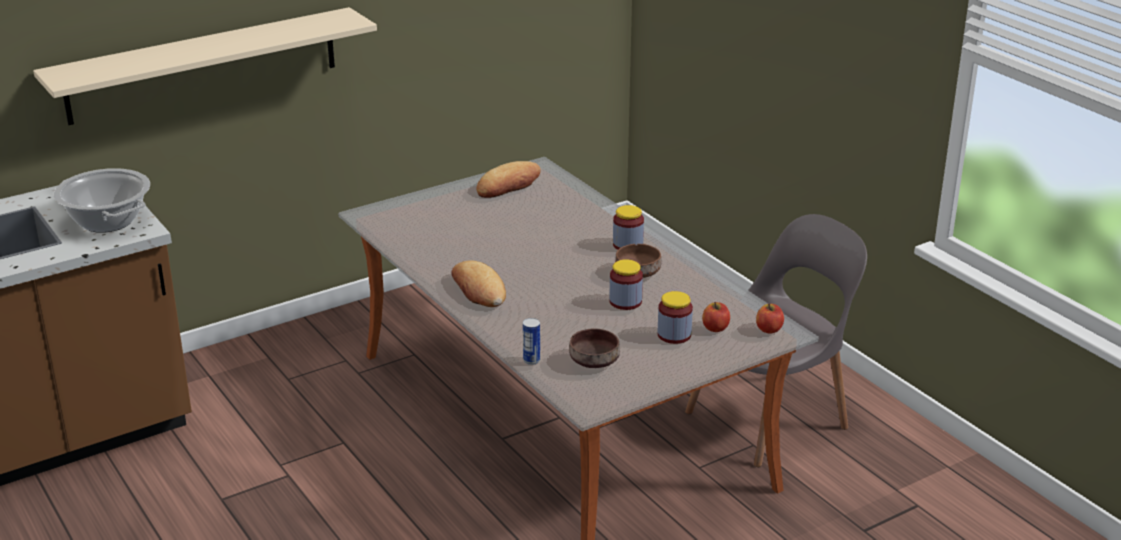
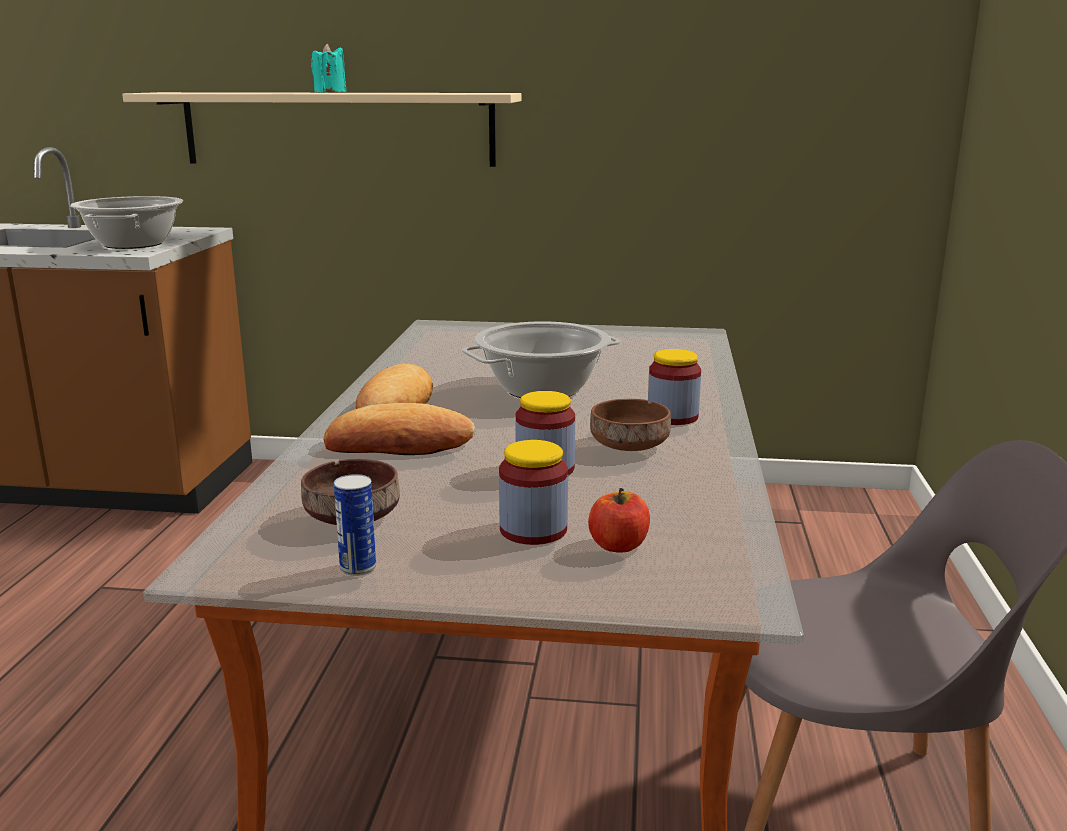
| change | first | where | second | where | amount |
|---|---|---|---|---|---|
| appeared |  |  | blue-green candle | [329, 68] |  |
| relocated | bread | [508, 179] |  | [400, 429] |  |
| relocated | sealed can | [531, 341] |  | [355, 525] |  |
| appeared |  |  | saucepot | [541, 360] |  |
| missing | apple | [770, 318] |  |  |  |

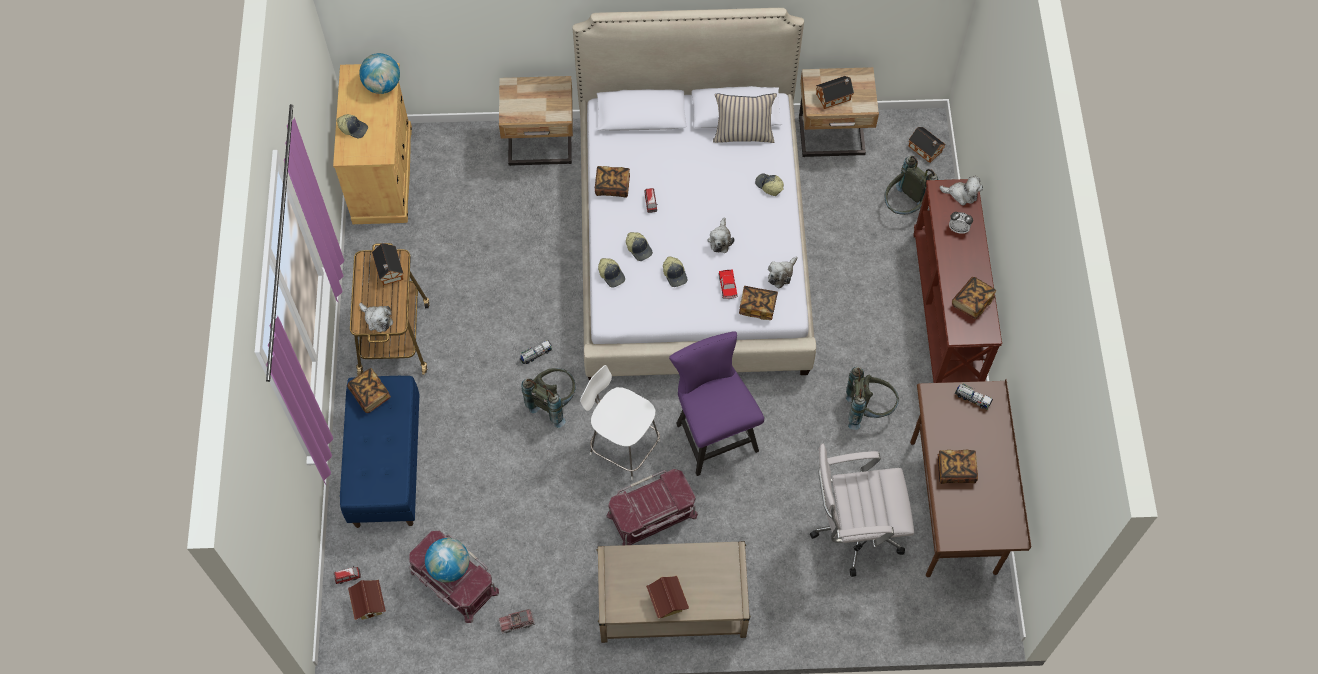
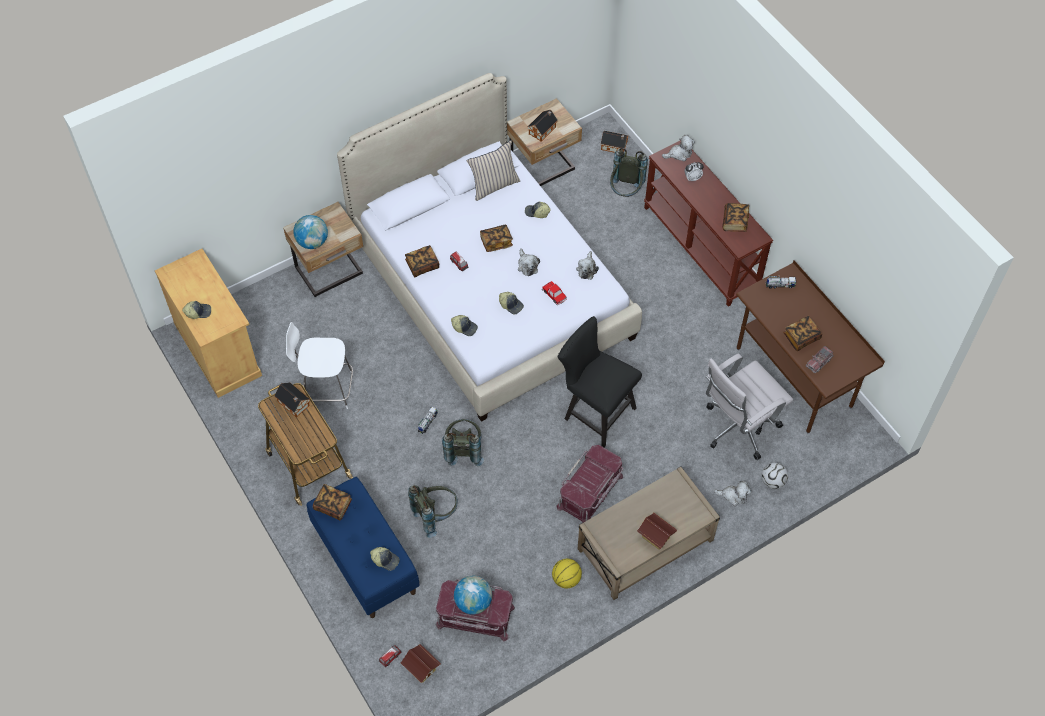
| change | first | where | second | where | amount |
|---|---|---|---|---|---|
| relocated | white-coloured plain chair | [620, 422] |  | [319, 365] |  |
| relocated | globe | [379, 73] |  | [310, 232] |  |
| relocated | cap | [639, 246] |  | [384, 559] |  |
| relocated | grey knapsack | [872, 398] |  | [433, 511] |  |
| relocated | bound book | [758, 303] |  | [496, 238] |  |
| appeared |  |  | ball for basketball | [567, 573] |  |
| colour | purplish plain chair | [716, 403] | black-coloured plain chair | [600, 381] |  |
| relocated | soft toy | [376, 317] |  | [732, 493] |  |
| appeared |  |  | ball for football | [775, 476] |  |
| relocated | toy truck | [516, 621] |  | [820, 359] |  |

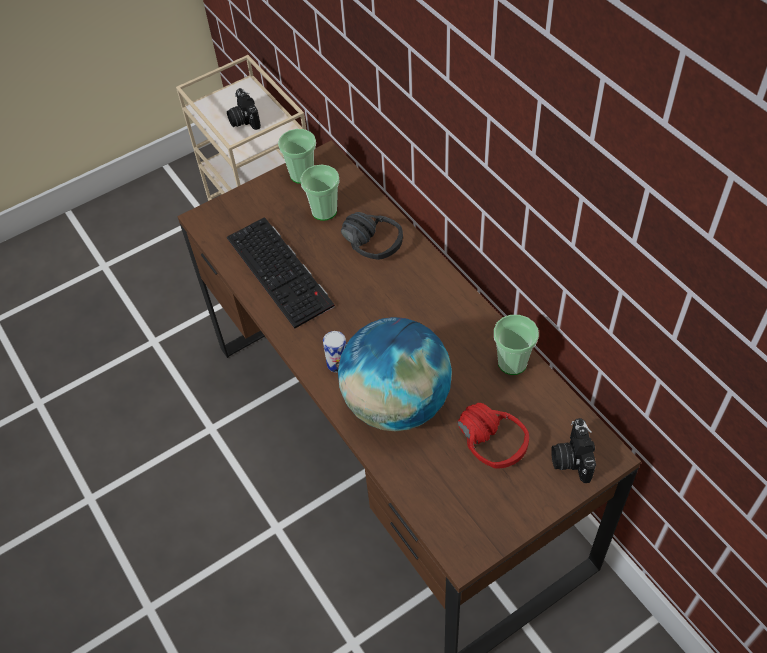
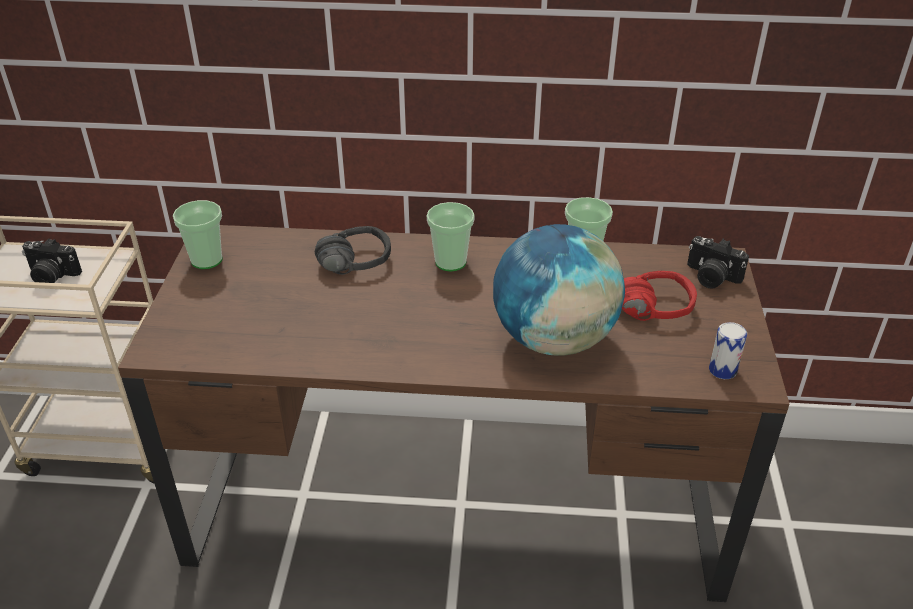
| change | first | where | second | where | amount |
|---|---|---|---|---|---|
| relocated | drinking cup | [320, 193] |  | [451, 237] |  |
| relocated | sealed can | [334, 352] |  | [728, 350] |  |
| missing | computer keyboard | [281, 273] |  |  |  |

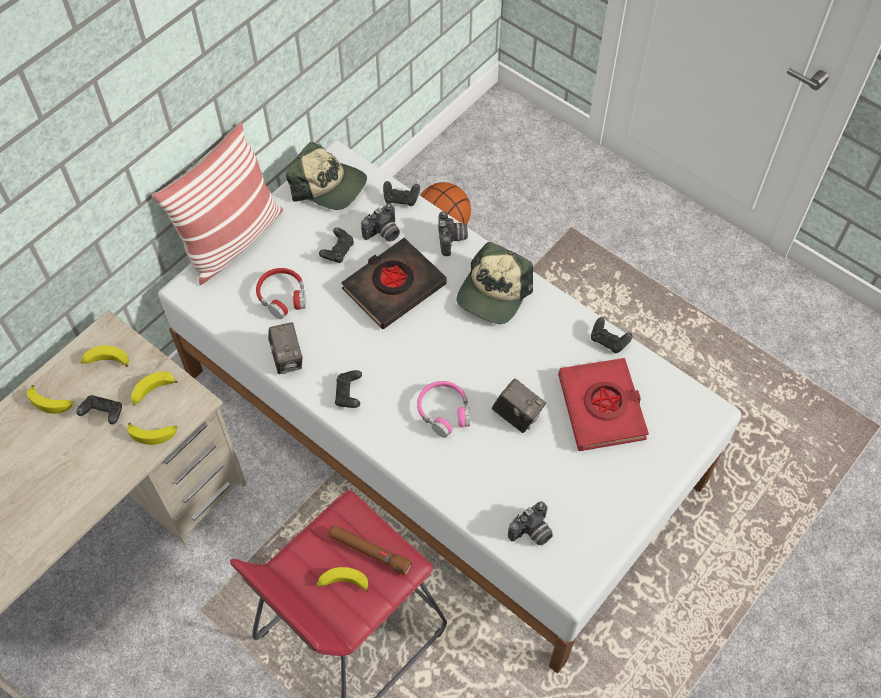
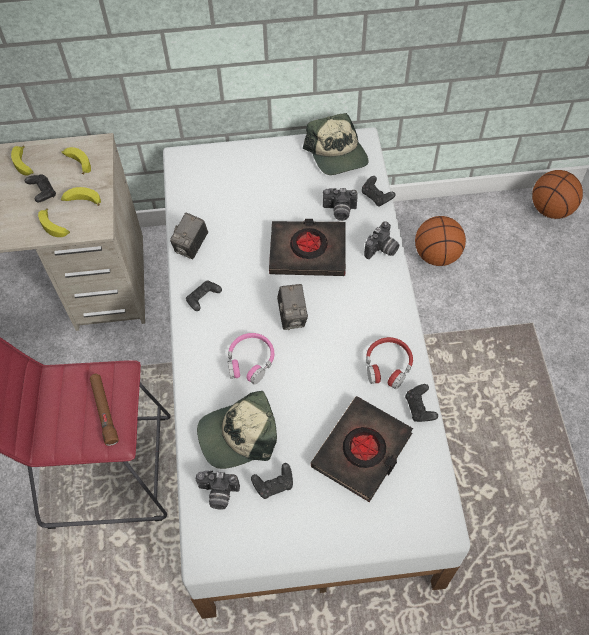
| change | first | where | second | where | amount |
|---|---|---|---|---|---|
| relocated | cap | [494, 283] |  | [237, 430] |  |
| relocated | black-coloured gamepad | [336, 245] |  | [272, 481] |  |
| relocated | photo camera | [519, 406] |  | [292, 307] |  |
| colour | reddish bound book | [603, 404] | black-coloured bound book | [362, 449] |  |
| relocated | reddish pair of headphones | [281, 293] |  | [389, 363] |  |
| appeared |  |  | ball for basketball | [557, 194] |  |
| missing | pillow | [217, 203] |  |  |  |
| missing | banana fruit | [343, 579] |  |  |  |

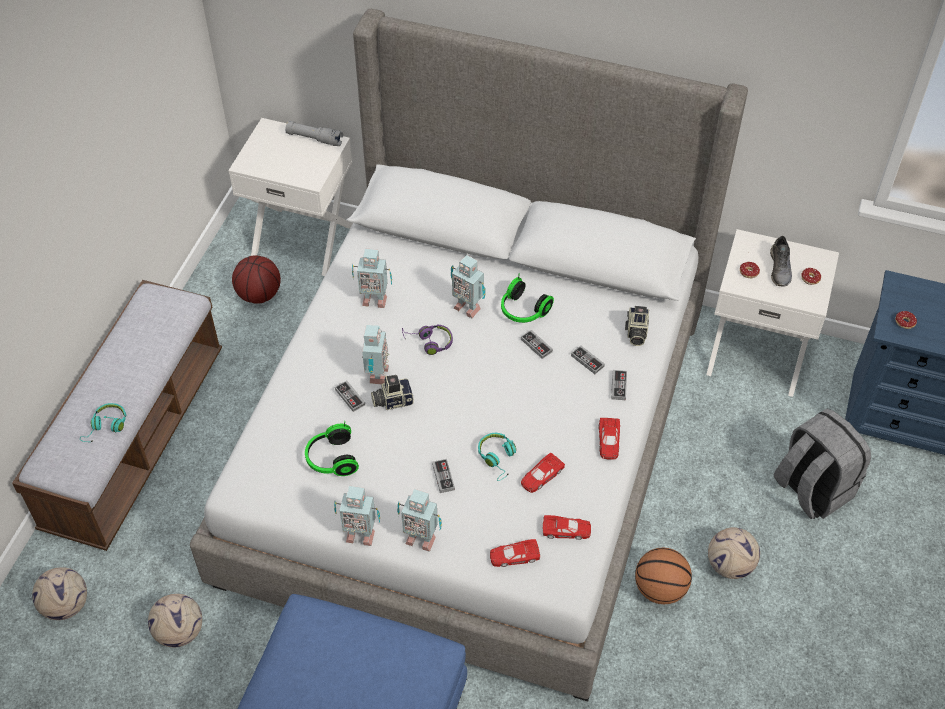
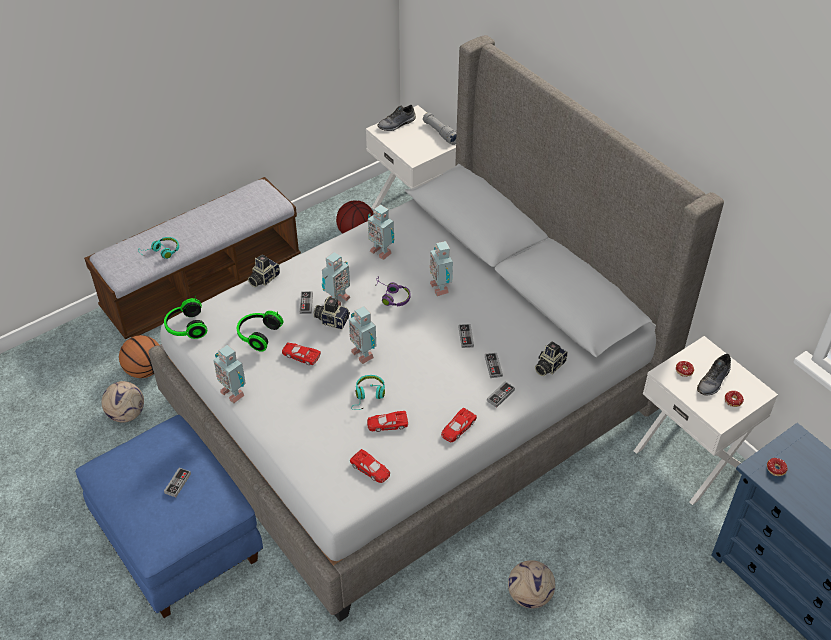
| change | first | where | second | where | amount |
|---|---|---|---|---|---|
| relocated | ball for basketball | [663, 576] |  | [139, 356] |  |
| relocated | pair of headphones | [527, 298] |  | [185, 317] |  |
| relocated | gamepad | [443, 476] |  | [177, 482] |  |
| appeared |  |  | photo camera | [264, 270] |  |
| relocated | reddish model car | [515, 553] |  | [301, 353] |  |
| relocated | robot figure | [419, 520] |  | [362, 335] |  |
| appeared |  |  | grey low shoe | [396, 118] |  |
| missing | ball for football | [59, 593] |  |  |  |
| missing | grey knapsack | [822, 464] |  |  |  |

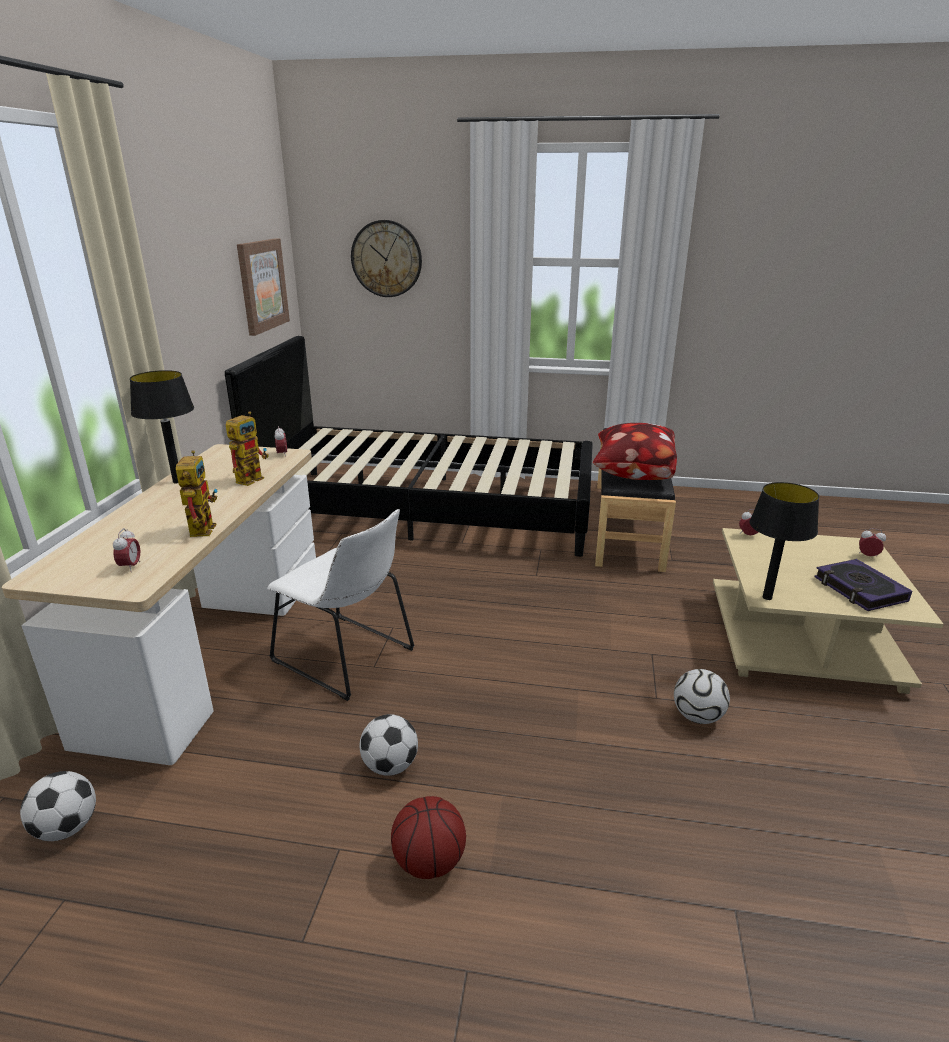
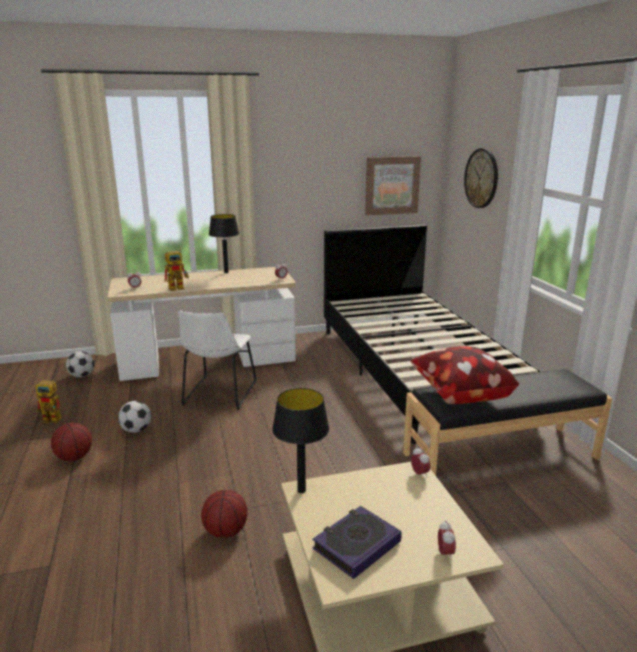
| change | first | where | second | where | amount |
|---|---|---|---|---|---|
| relocated | robot figure | [247, 448] |  | [52, 402] |  |
| exchanged | ball for football | [702, 696] | ball for basketball | [224, 514] |  |

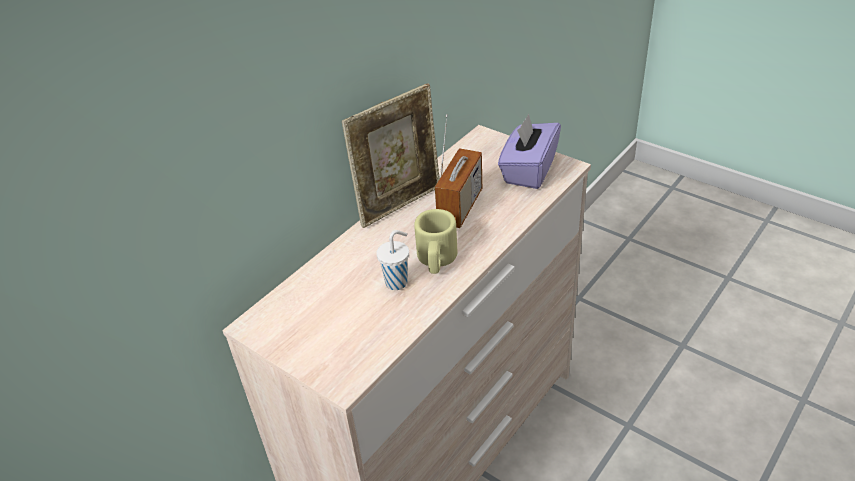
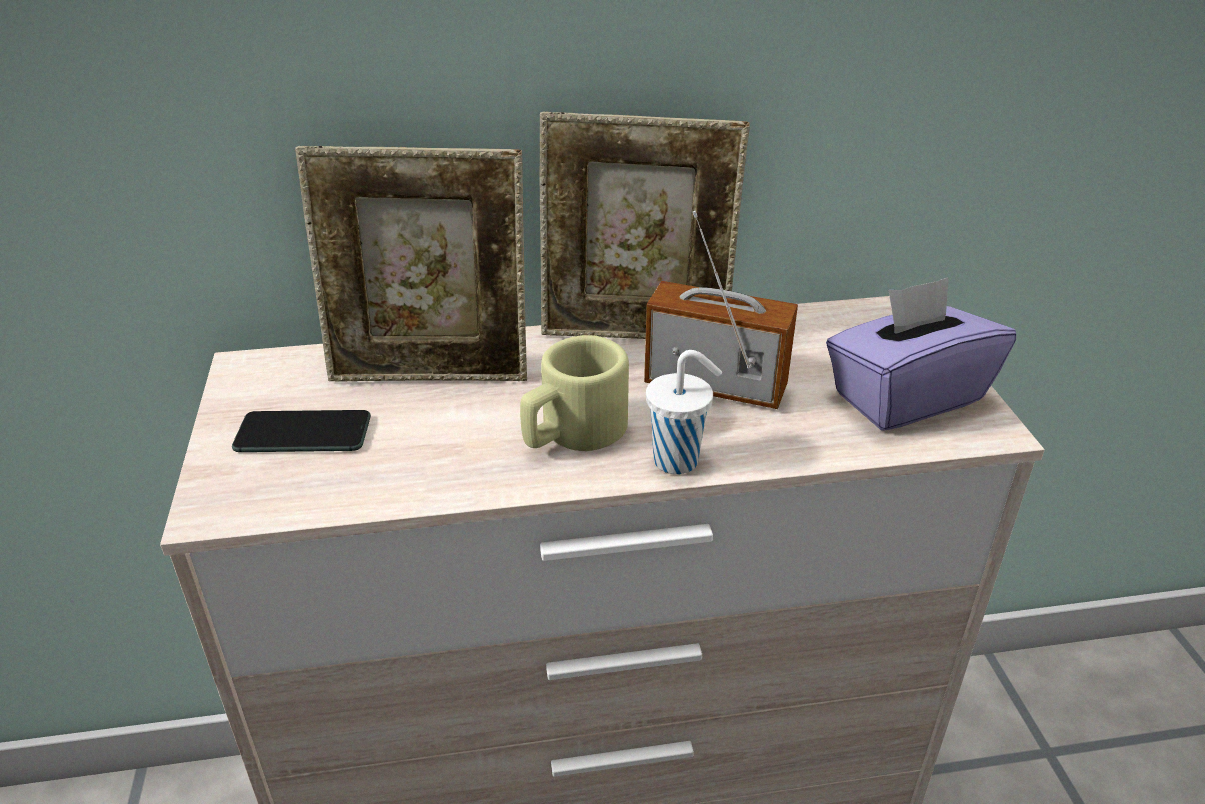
| change | first | where | second | where | amount |
|---|---|---|---|---|---|
| appeared |  |  | telephone | [301, 431] |  |
| appeared |  |  | picture frame | [411, 263] |  |
| spun | radio set | [458, 171] |  | [721, 310] | 135 degrees counterclockwise |
| relocated | white-coloured drinking cup | [392, 260] |  | [684, 412] |  |

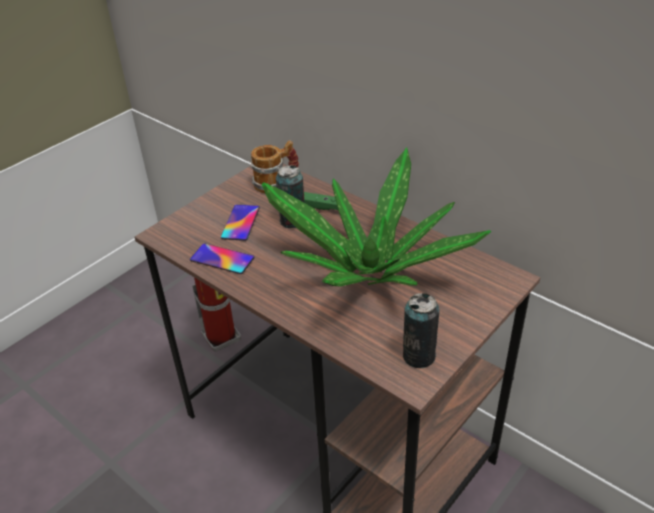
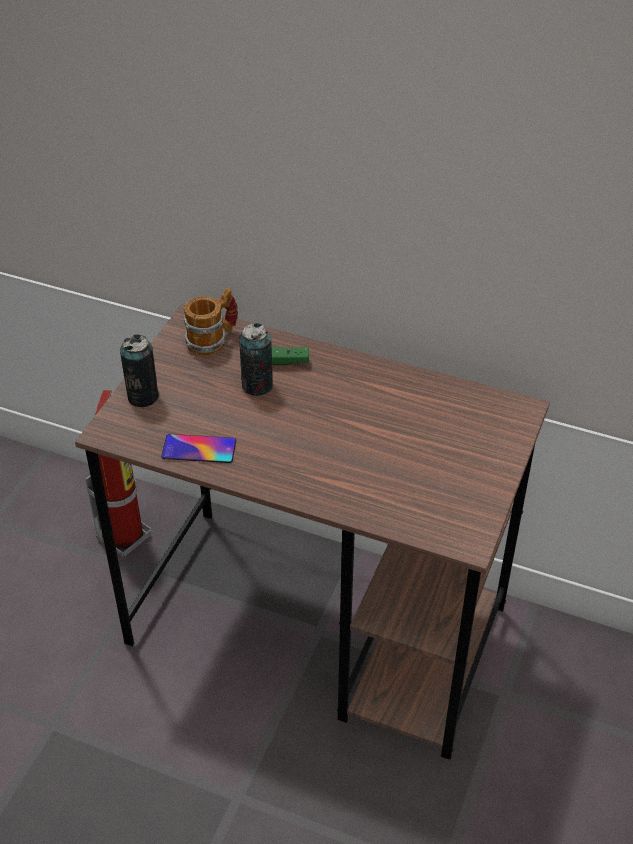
| change | first | where | second | where | amount |
|---|---|---|---|---|---|
| relocated | sealed can | [421, 330] |  | [139, 370] |  |
| missing | telephone | [240, 223] |  |  |  |
| missing | plant in a pot | [376, 217] |  |  |  |

